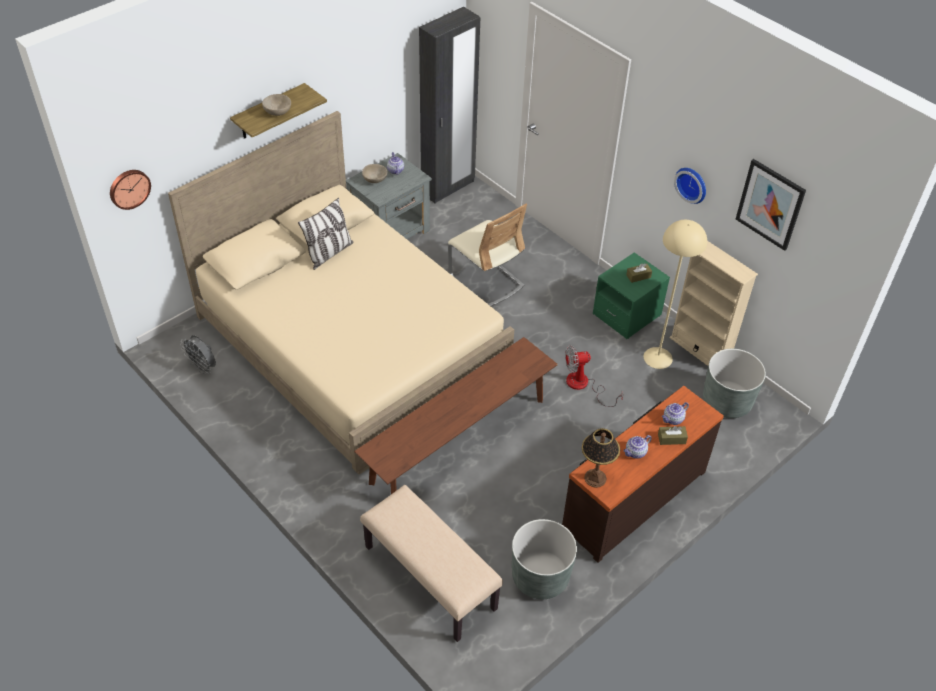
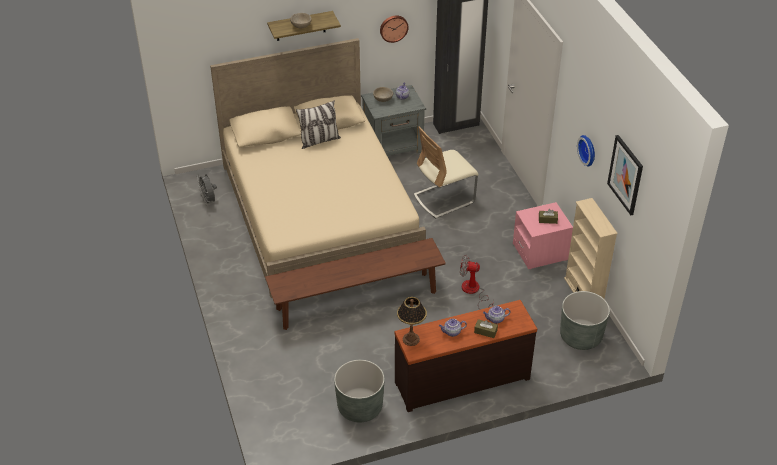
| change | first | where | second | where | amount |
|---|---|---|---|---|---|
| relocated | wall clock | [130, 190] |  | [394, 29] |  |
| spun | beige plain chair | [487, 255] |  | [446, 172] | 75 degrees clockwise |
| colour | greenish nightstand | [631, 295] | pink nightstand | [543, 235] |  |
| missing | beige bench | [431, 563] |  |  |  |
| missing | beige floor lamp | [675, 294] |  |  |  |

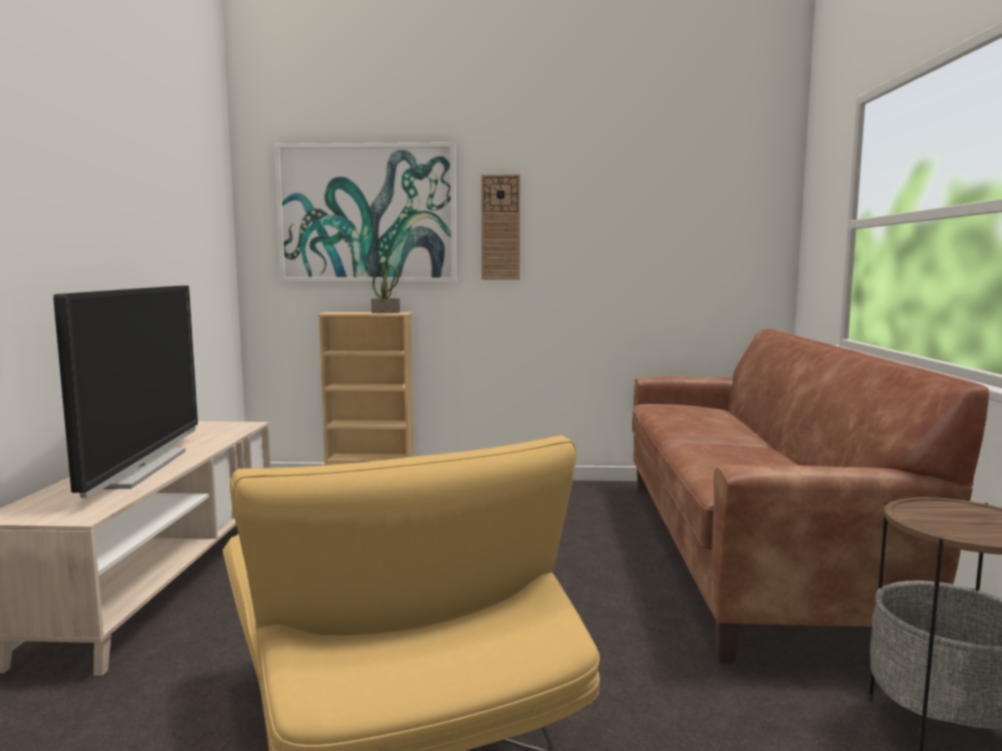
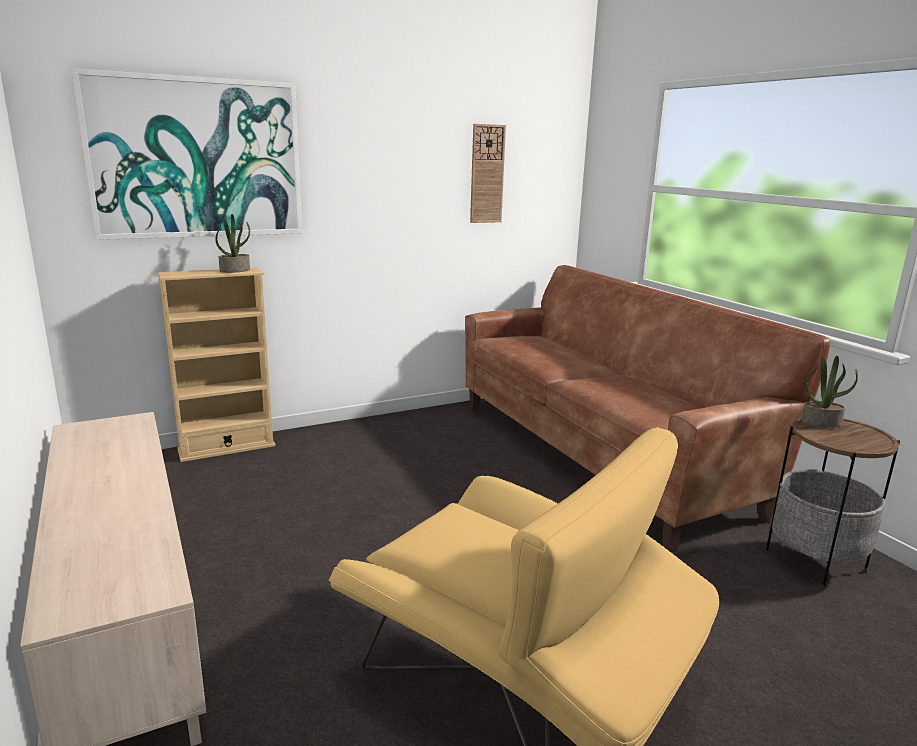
| change | first | where | second | where | amount |
|---|---|---|---|---|---|
| relocated | wall clock | [500, 227] |  | [488, 173] |  |
| appeared |  |  | plant in a pot | [829, 392] |  |
| missing | television | [125, 392] |  |  |  |

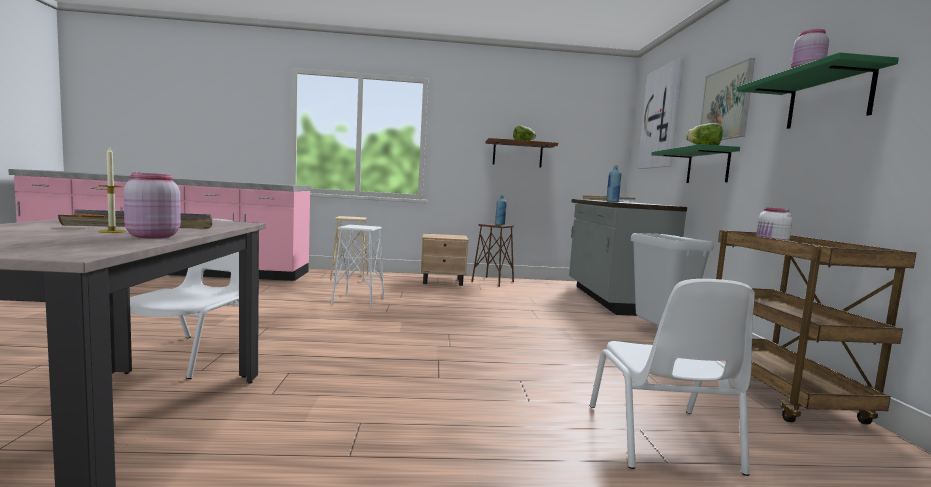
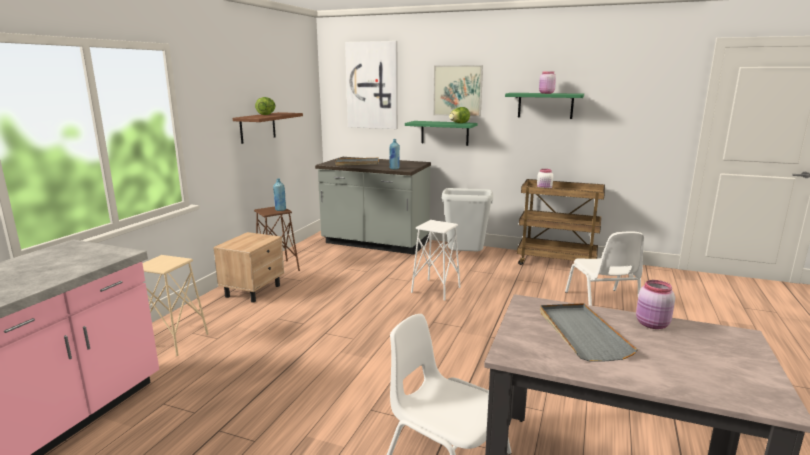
| change | first | where | second | where | amount |
|---|---|---|---|---|---|
| relocated | white-coloured sitting stool | [357, 266] |  | [436, 260] |  |
| spun | white-coloured plain chair | [672, 377] |  | [604, 269] | 60 degrees clockwise |
| missing | candle | [112, 189] |  |  |  |

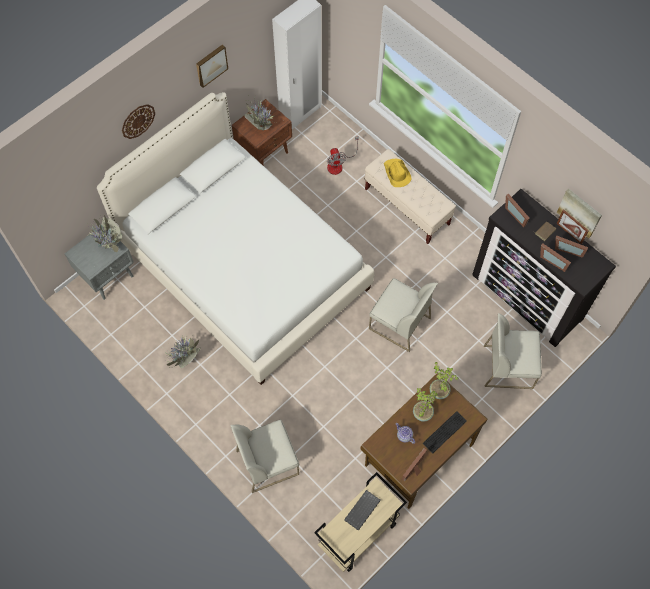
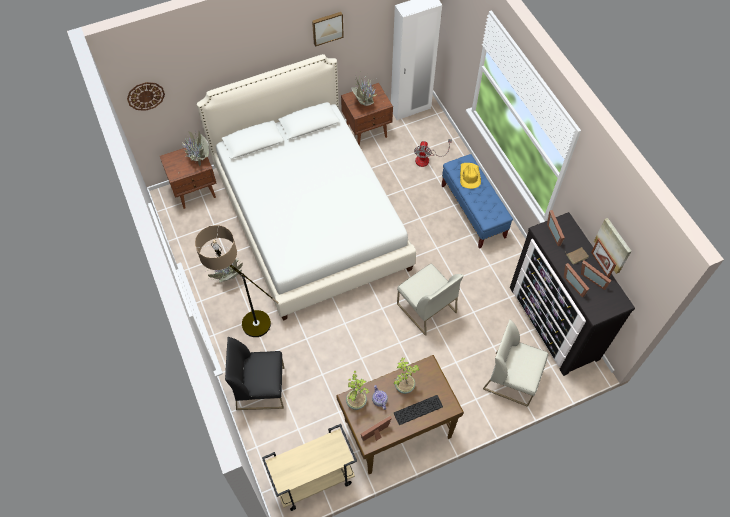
| change | first | where | second | where | amount |
|---|---|---|---|---|---|
| relocated | wall clock | [138, 121] |  | [146, 96] |  |
| colour | grey nightstand | [99, 264] | brown-coloured nightstand | [188, 178] |  |
| appeared |  |  | floor lamp | [236, 281] |  |
| colour | white-coloured plain chair | [264, 456] | black-coloured plain chair | [255, 373] |  |
| relocated | plant in a pot | [444, 380] |  | [357, 390] |  |
| colour | beige bench | [410, 196] | blue bench | [477, 201] |  |
| missing | computer keyboard | [362, 510] |  |  |  |

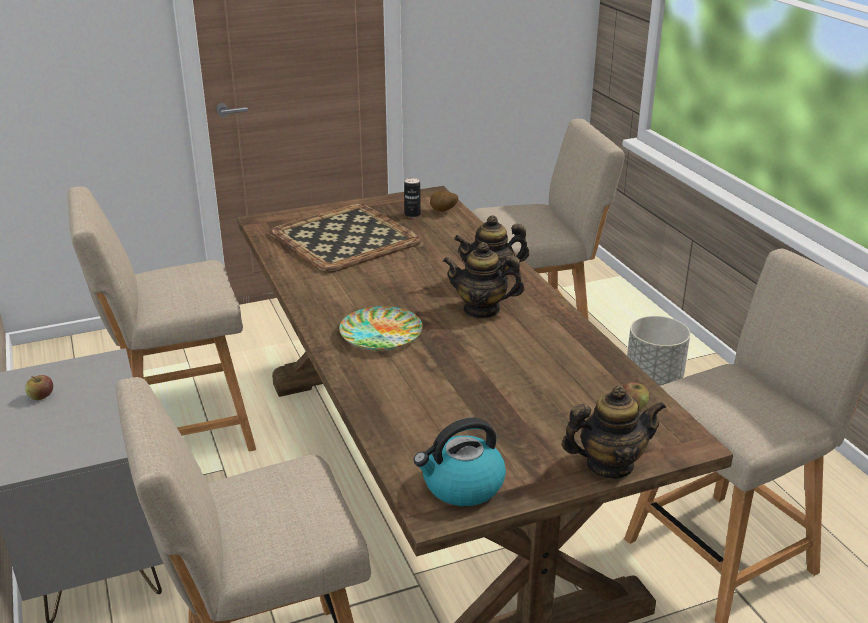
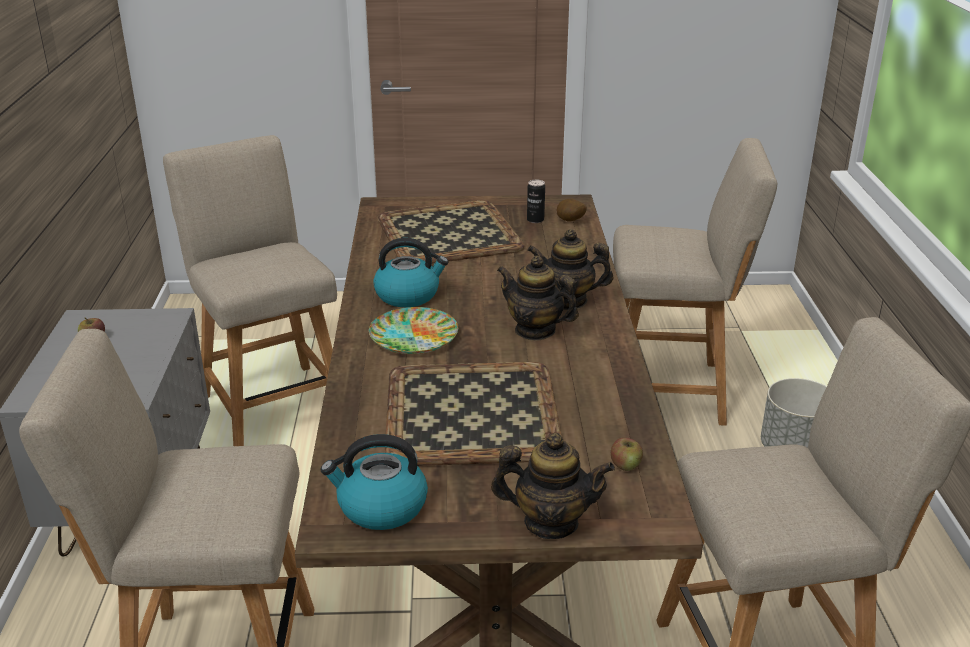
| change | first | where | second | where | amount |
|---|---|---|---|---|---|
| spun | beige plain chair | [162, 319] |  | [250, 290] | 60 degrees clockwise |
| appeared |  |  | tea kettle | [410, 272] |  |
| appeared |  |  | carrying tray | [473, 414] |  |

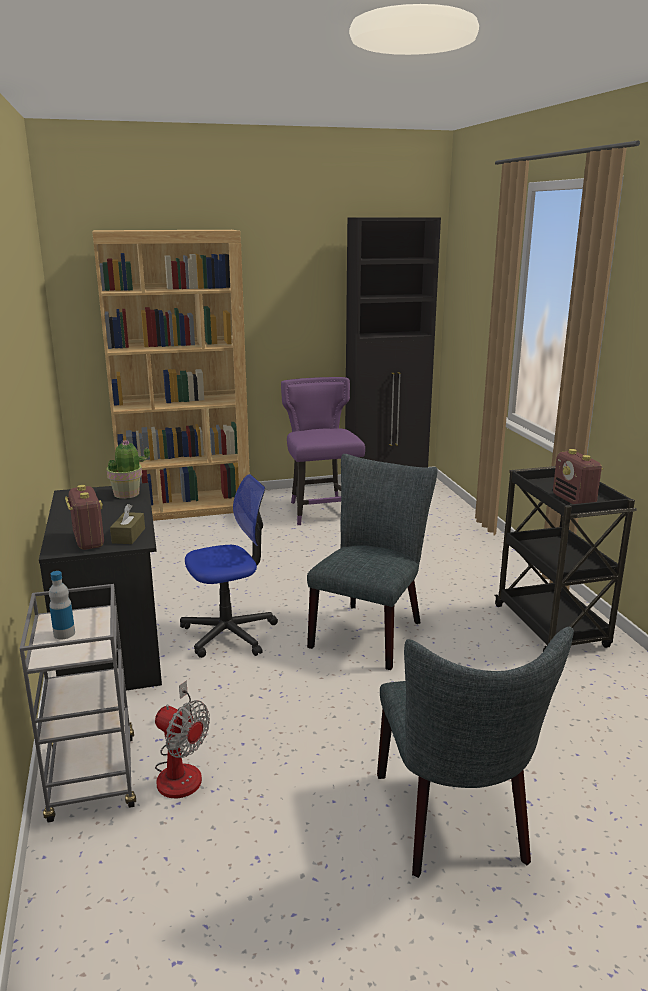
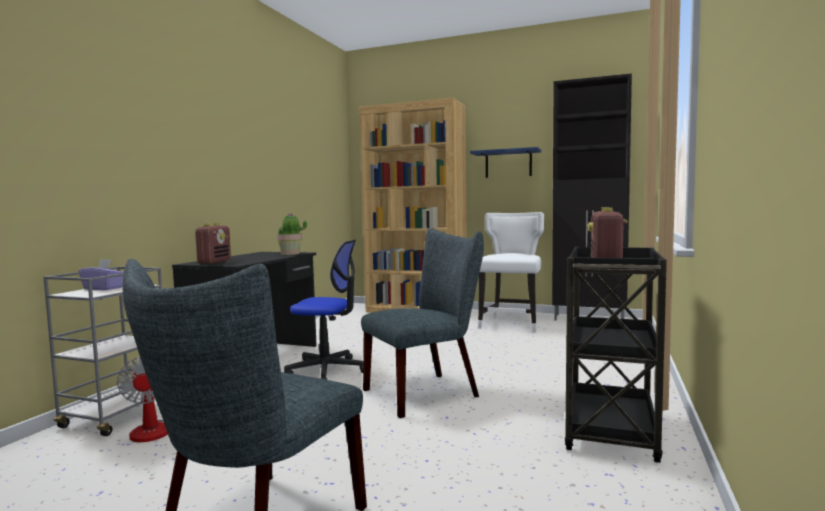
| change | first | where | second | where | amount |
|---|---|---|---|---|---|
| exchanged | beverage bottle | [62, 605] | purplish tissue box | [101, 274] |  |
| appeared |  |  | blue wall shelf | [506, 162] |  |
| colour | purplish plain chair | [323, 451] | white-coloured plain chair | [511, 272] |  |
| missing | brown-coloured tissue box | [127, 524] |  |  |  |

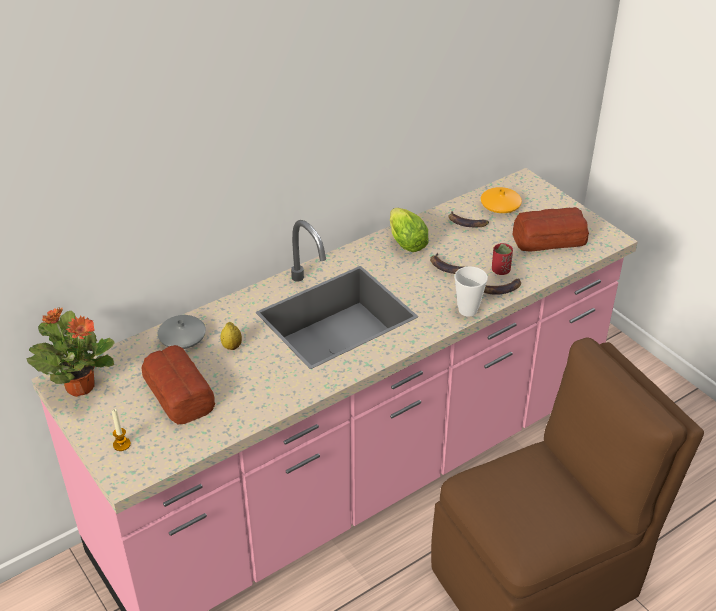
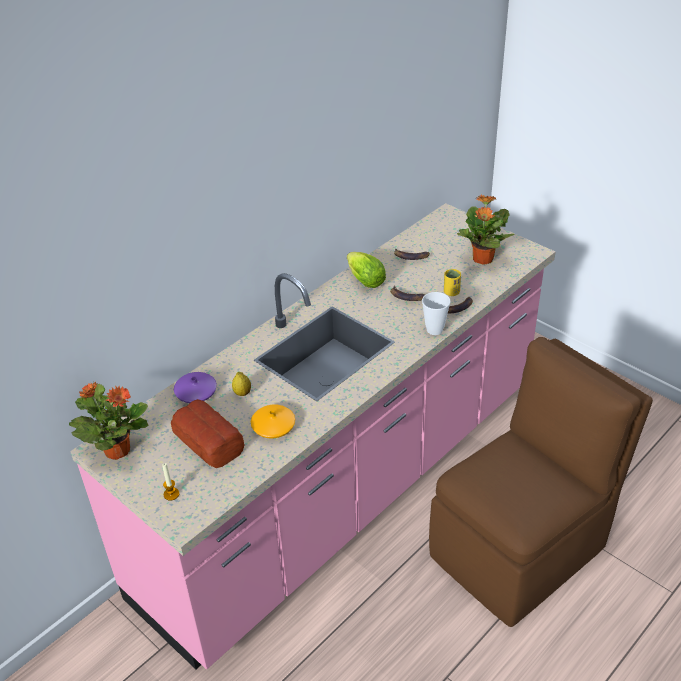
| change | first | where | second | where | amount |
|---|---|---|---|---|---|
| colour | grey vase | [181, 332] | purplish vase | [195, 387] |  |
| relocated | orange-coloured vase | [501, 200] |  | [273, 421] |  |
| colour | reddish drinking cup | [502, 259] | yellow drinking cup | [452, 282] |  |
| exchanged | bread | [550, 229] | plant in a pot | [485, 230] |  |

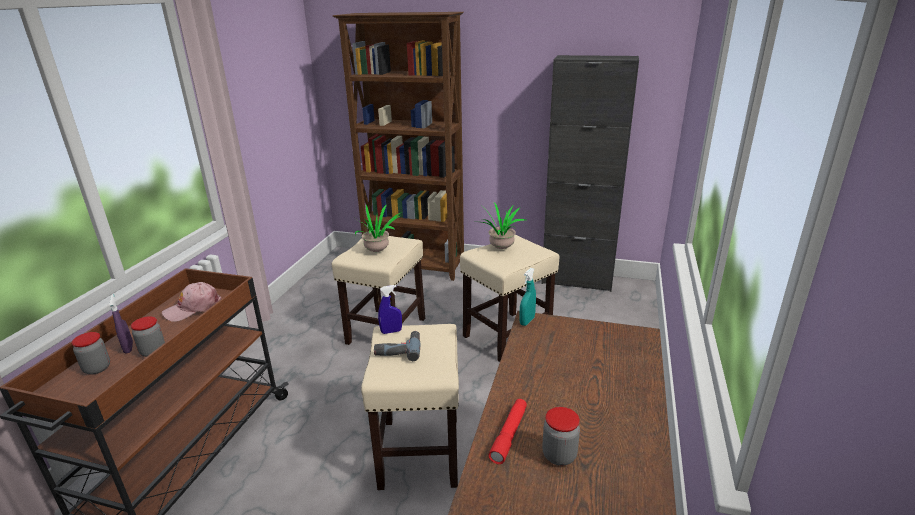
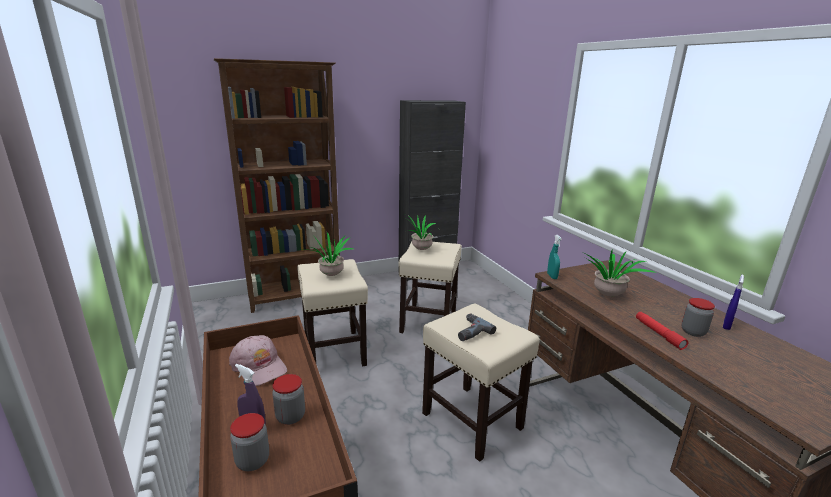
| change | first | where | second | where | amount |
|---|---|---|---|---|---|
| spun | pink cap | [191, 302] |  | [258, 360] | 60 degrees counterclockwise |
| appeared |  |  | plant in a pot | [621, 273] |  |
| relocated | blue spray bottle | [390, 309] |  | [733, 302] |  |

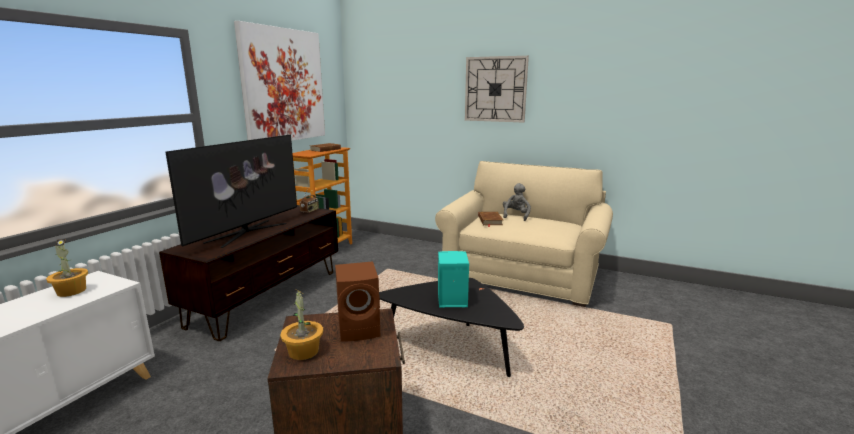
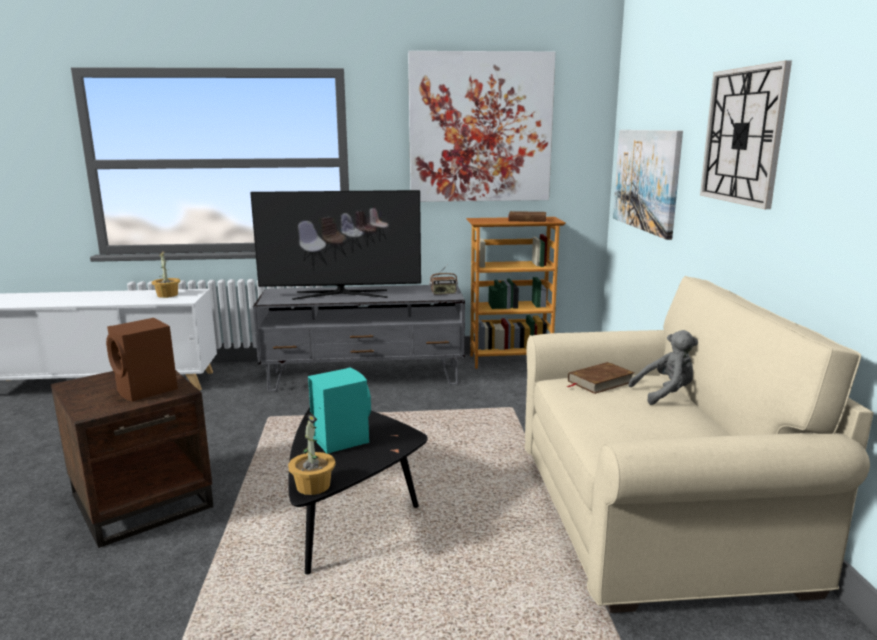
| change | first | where | second | where | amount |
|---|---|---|---|---|---|
| colour | brown-coloured tv stand | [248, 273] | grey tv stand | [359, 338] |  |
| relocated | plant in a pot | [301, 324] |  | [312, 454] |  |
| appeared |  |  | wall art | [648, 185] |  |

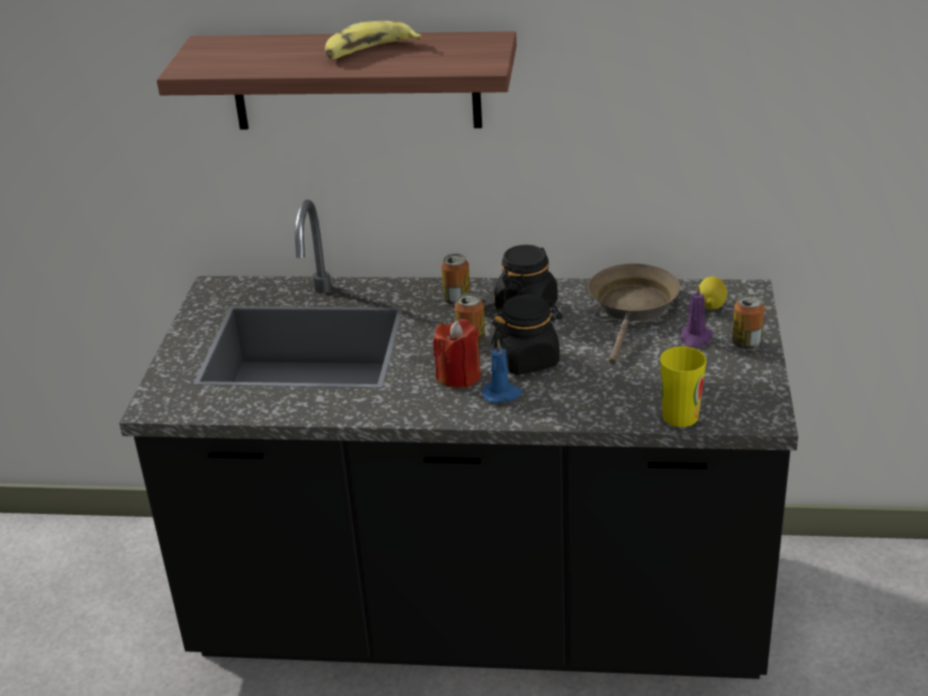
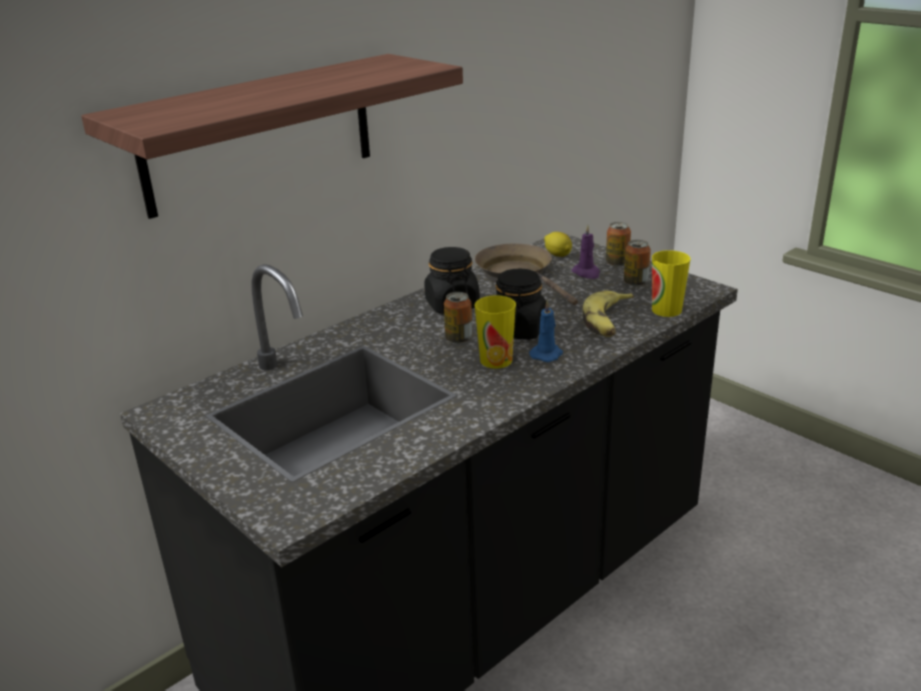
| change | first | where | second | where | amount |
|---|---|---|---|---|---|
| exchanged | reddish candle | [457, 353] | drinking cup | [495, 332] |  |
| relocated | banana fruit | [374, 40] |  | [608, 313] |  |
| relocated | sealed can | [455, 279] |  | [637, 263] |  |

